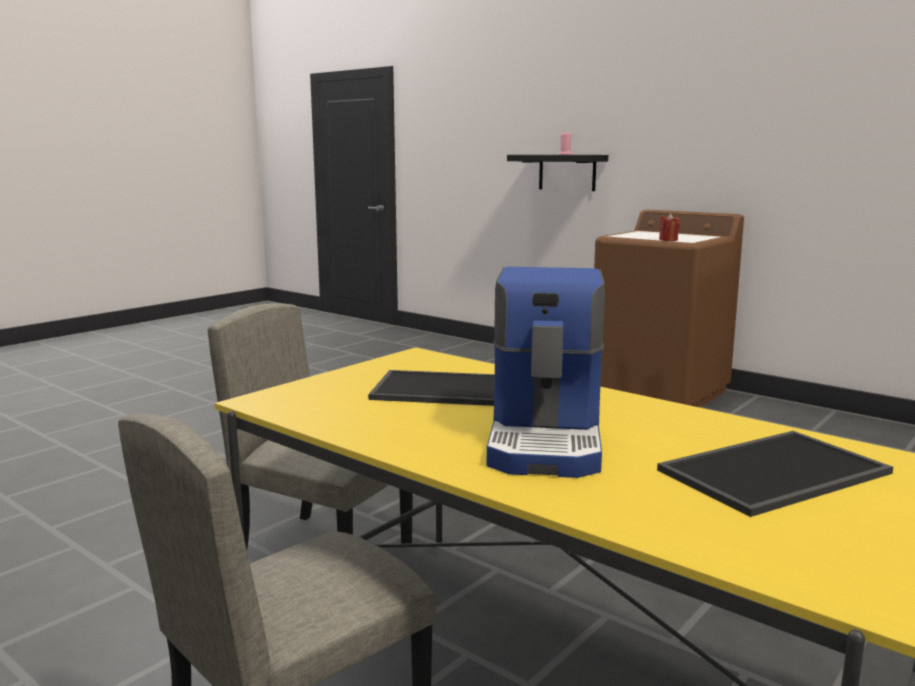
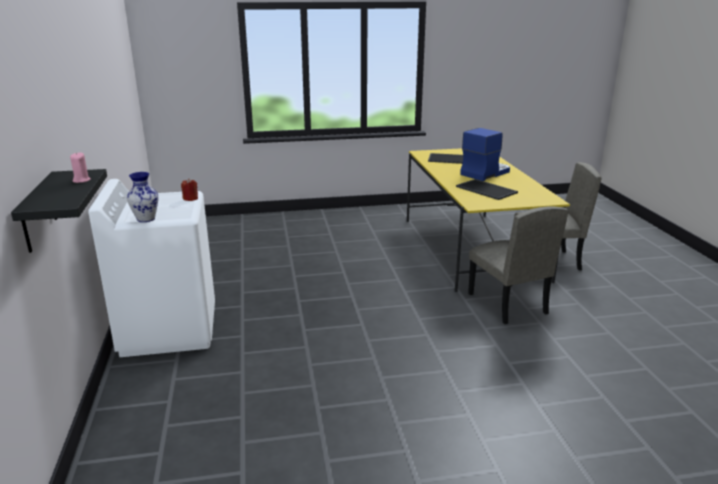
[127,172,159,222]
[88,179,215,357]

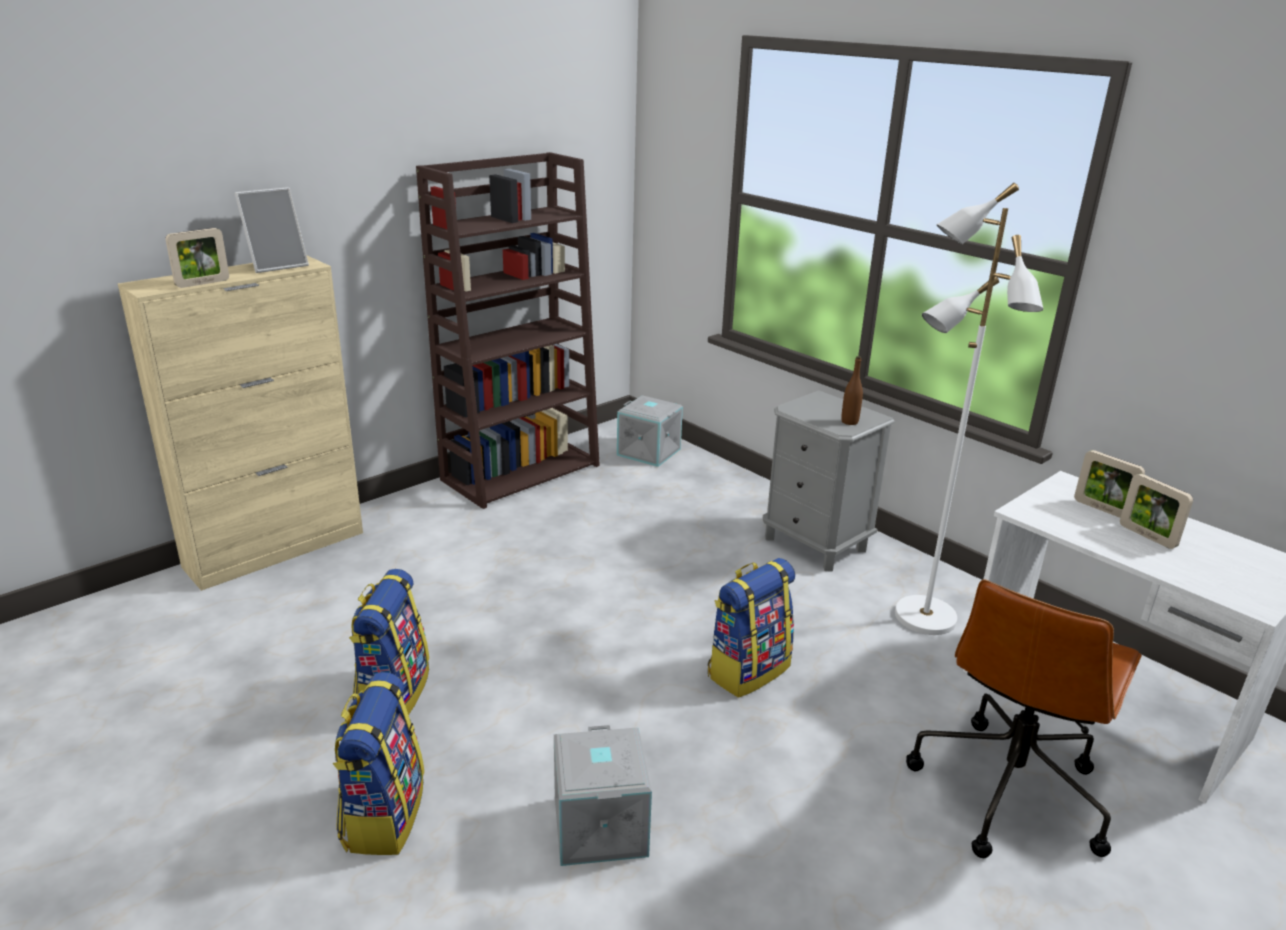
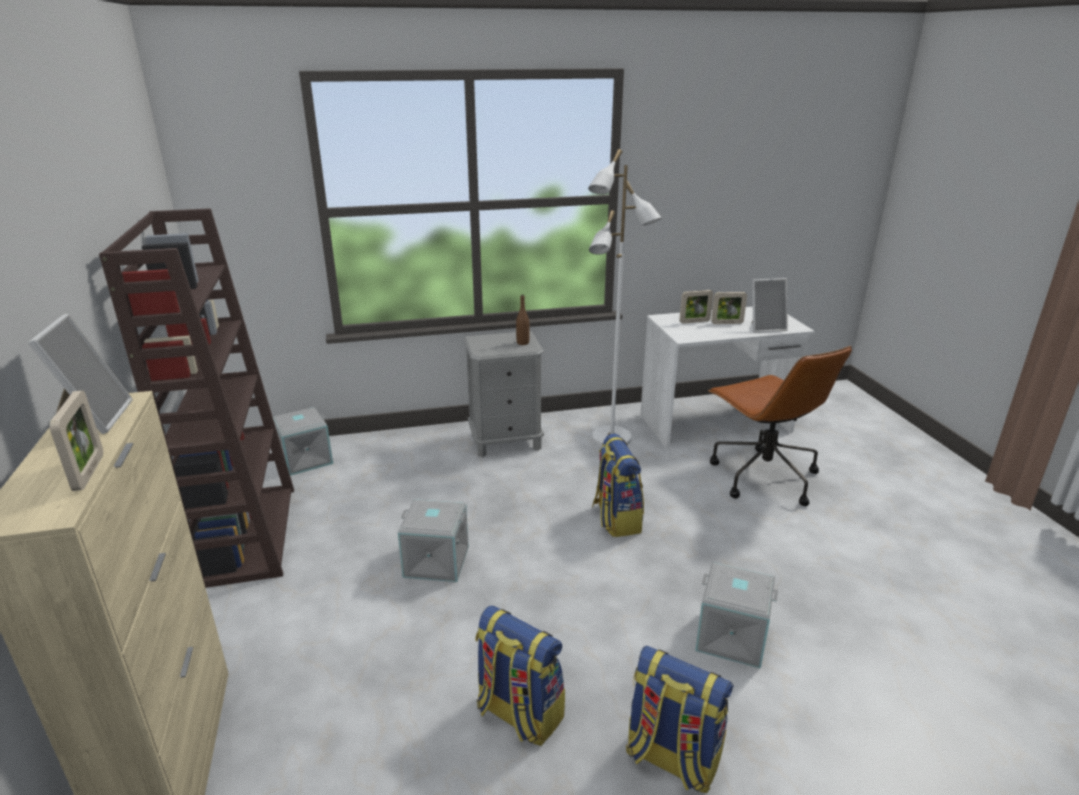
[398,499,469,582]
[752,278,788,333]

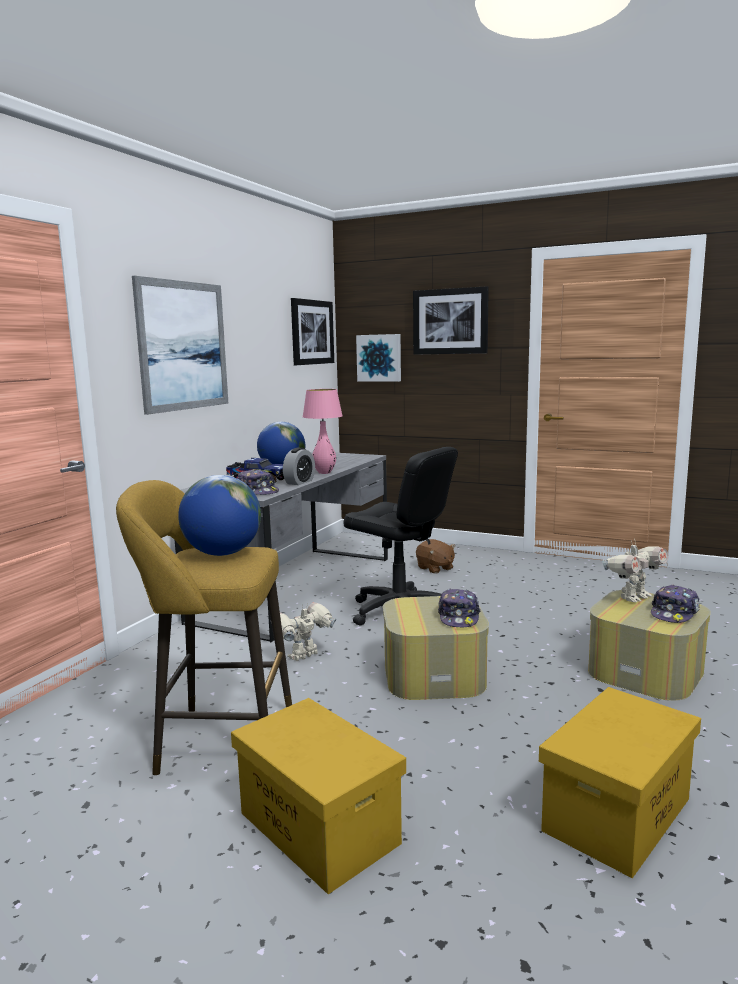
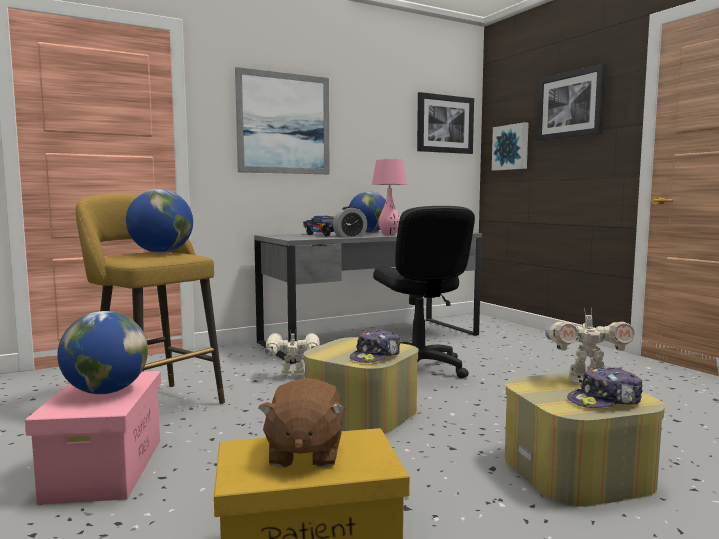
[237,469,279,495] (first image)
[57,311,148,394]
[258,378,345,467]
[25,371,161,505]

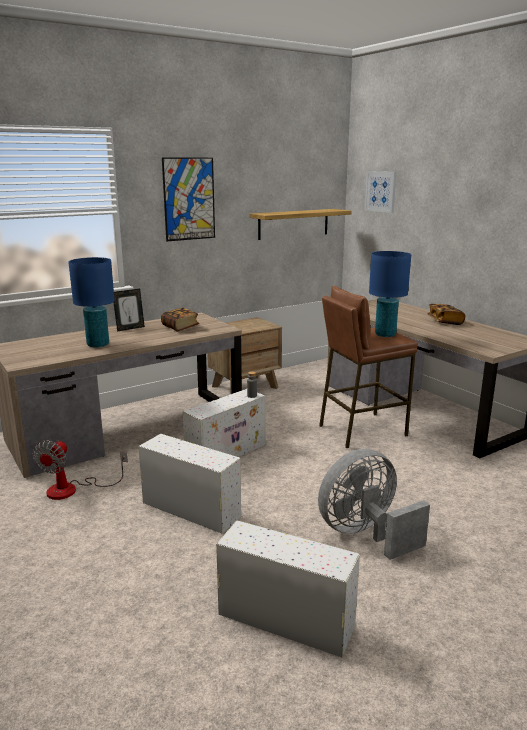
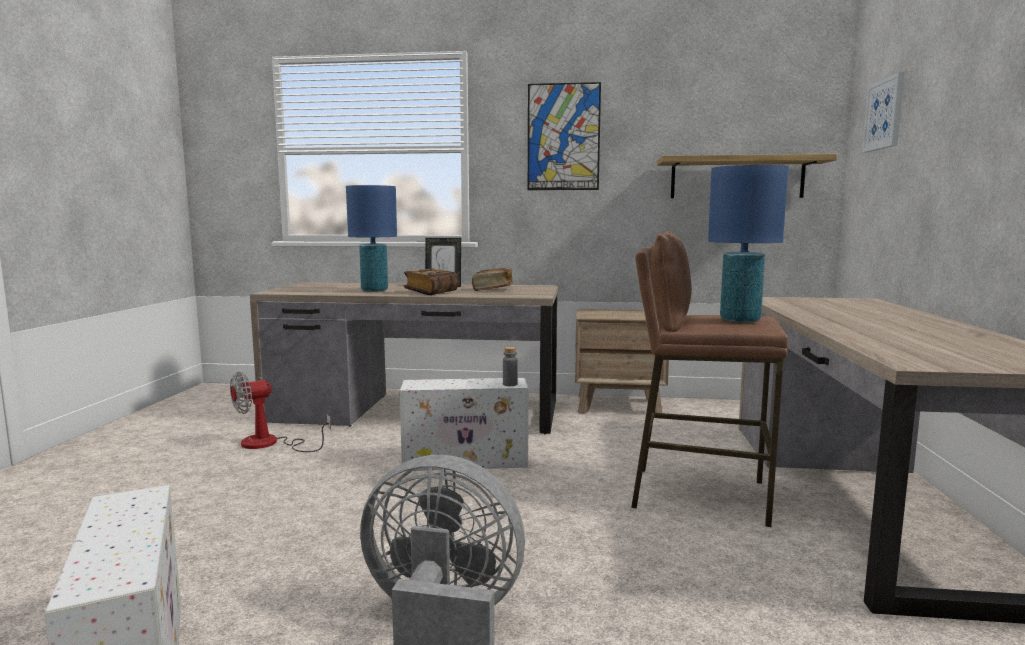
[139,434,241,534] (first image)
[404,268,458,295]

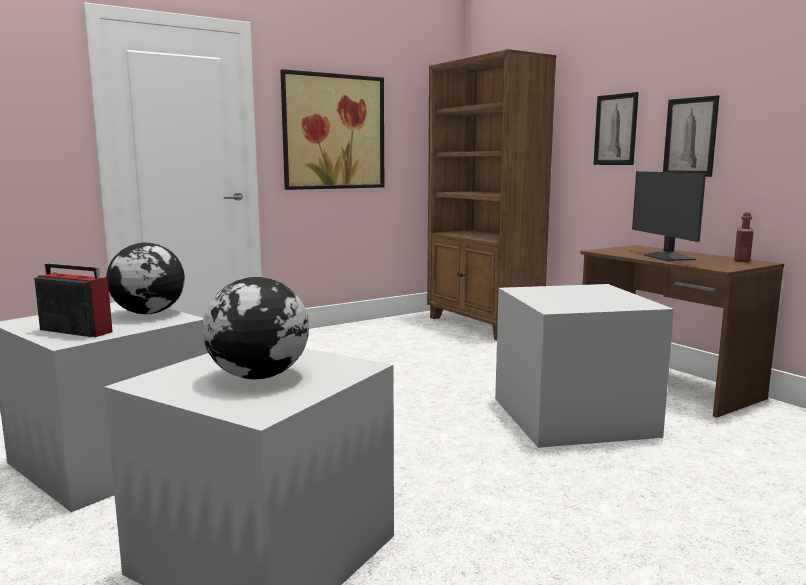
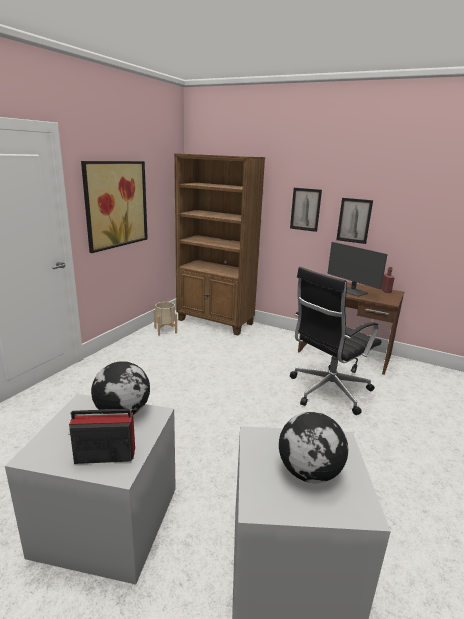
[154,302,177,336]
[290,267,382,415]

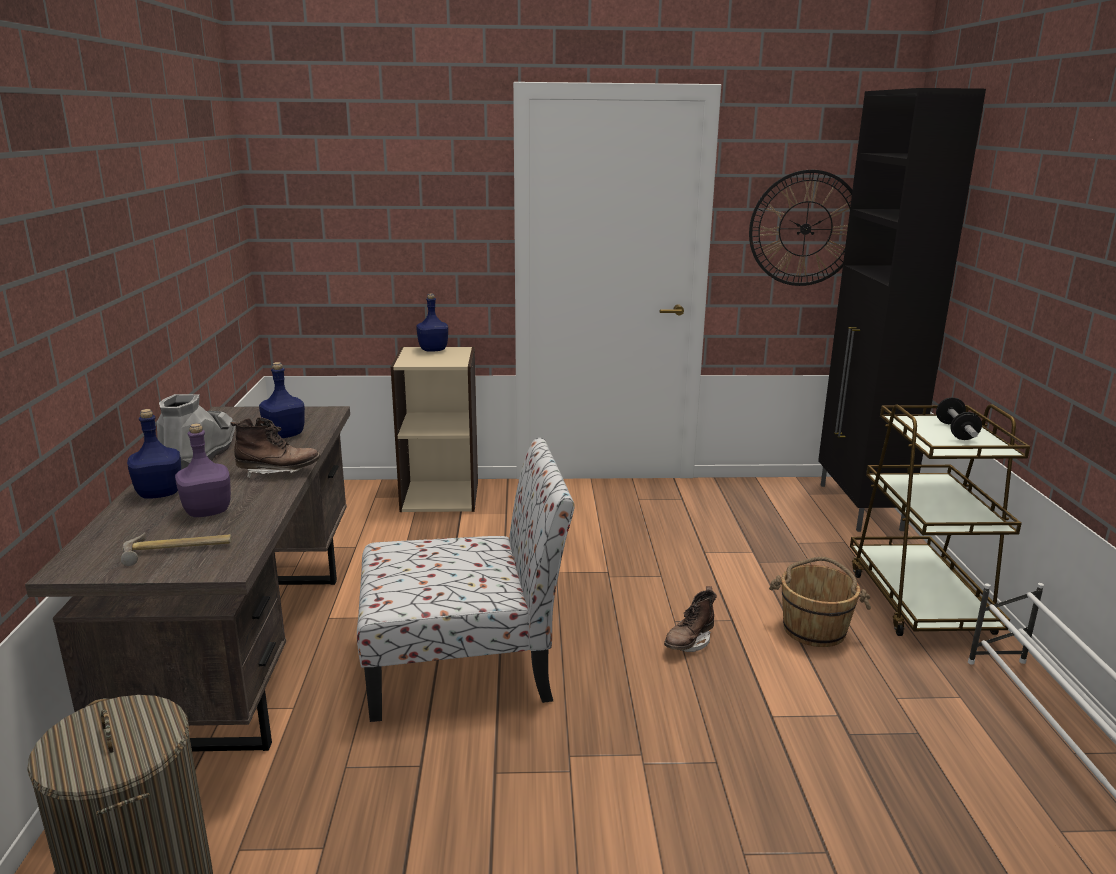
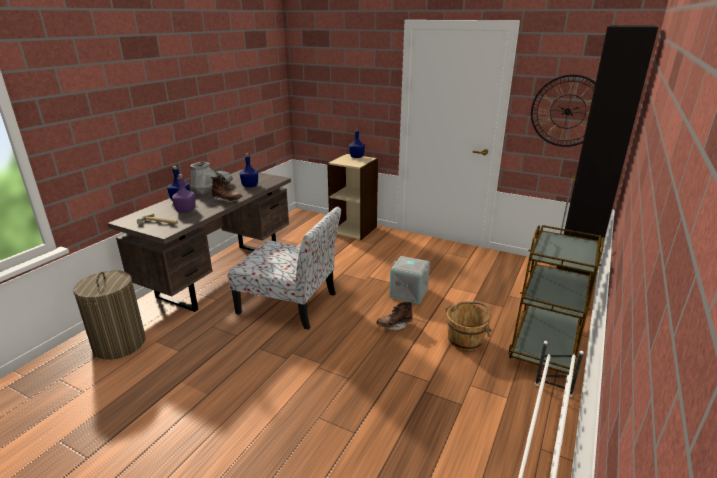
[936,397,982,440] (first image)
[389,256,430,304]

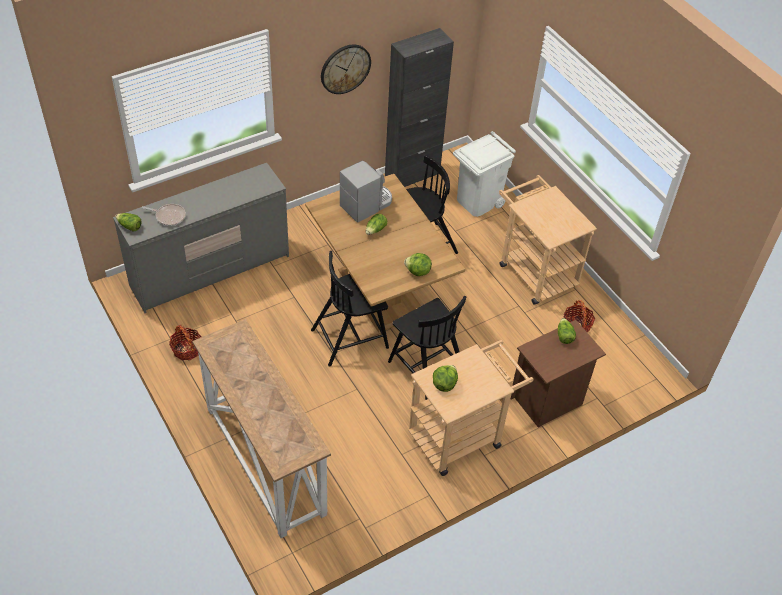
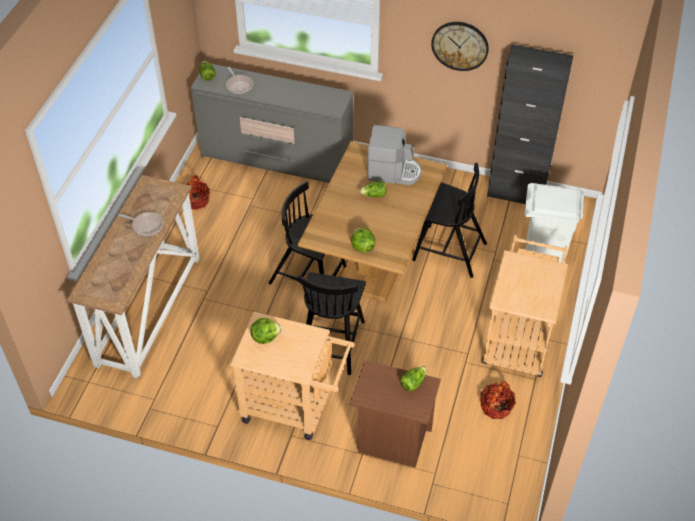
[119,212,163,236]

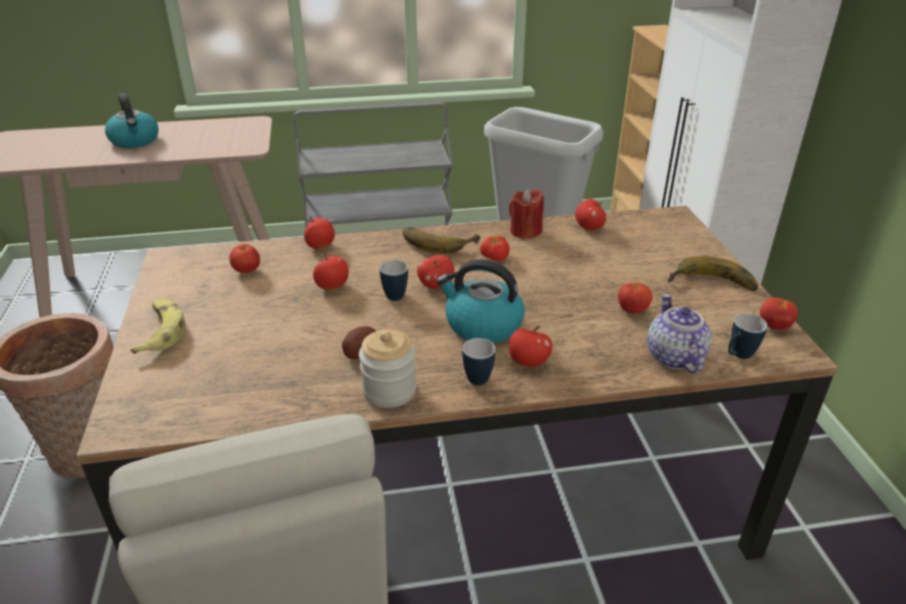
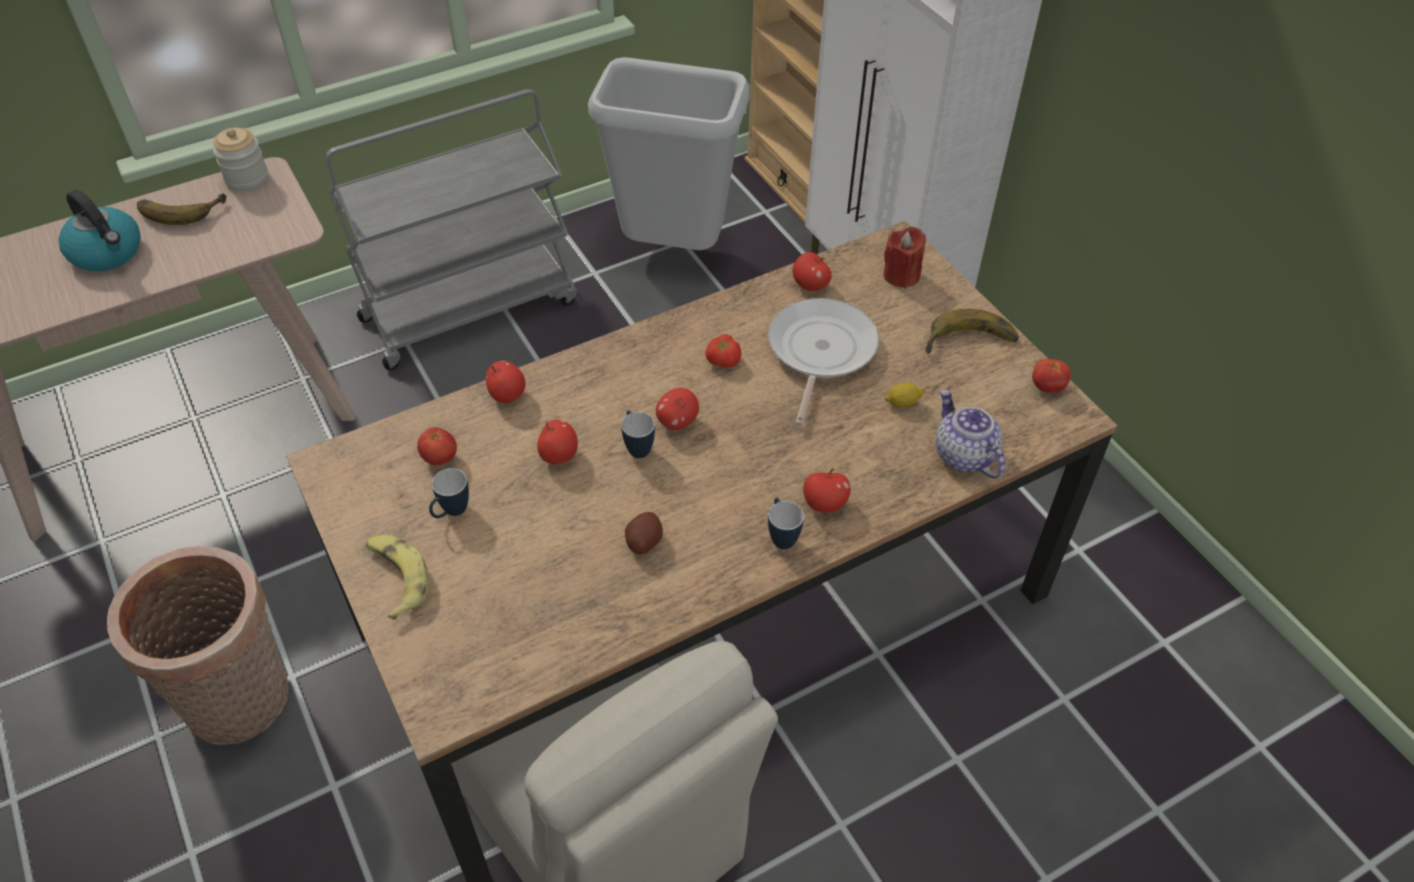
[436,259,525,343] (first image)
[768,298,879,426]
[213,128,268,192]
[137,193,227,225]
[883,227,926,288]
[429,468,469,518]
[885,383,924,407]

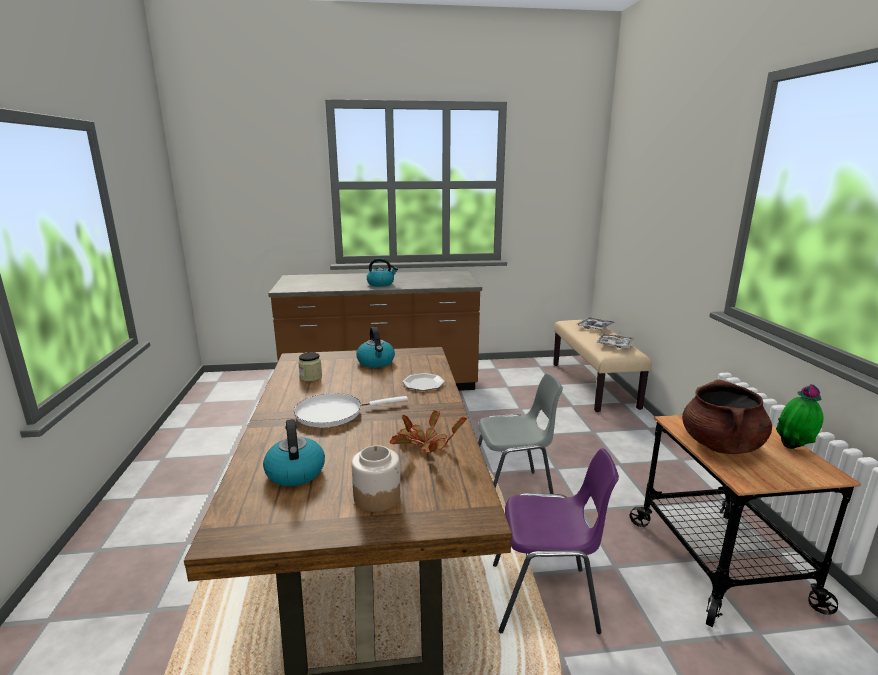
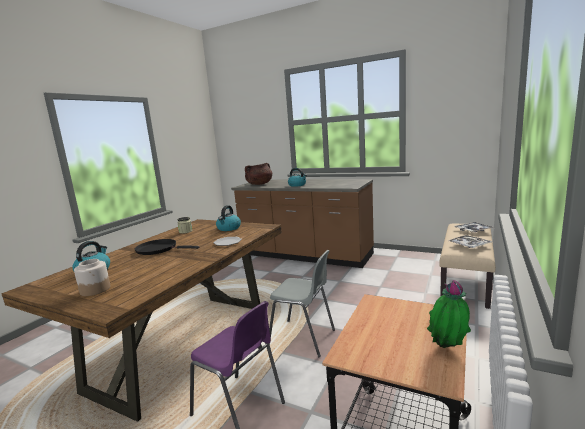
[390,410,467,453] (first image)
[245,163,272,185]
[135,239,199,255]

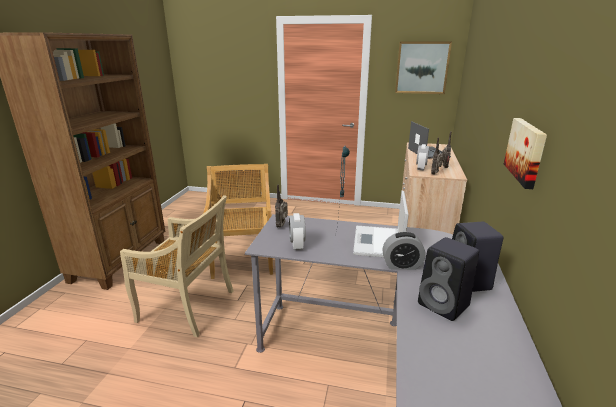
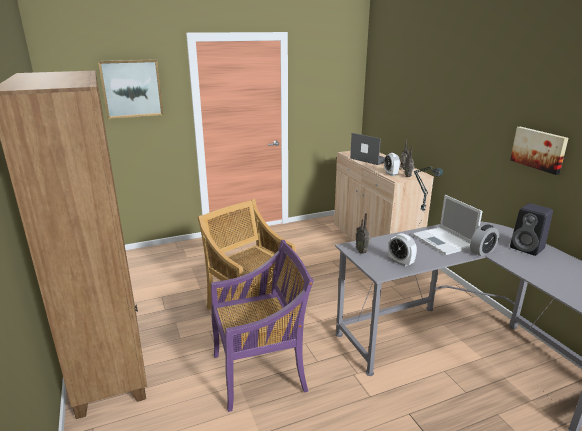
[418,237,479,321] (first image)
[98,59,164,119]
[211,240,314,412]

